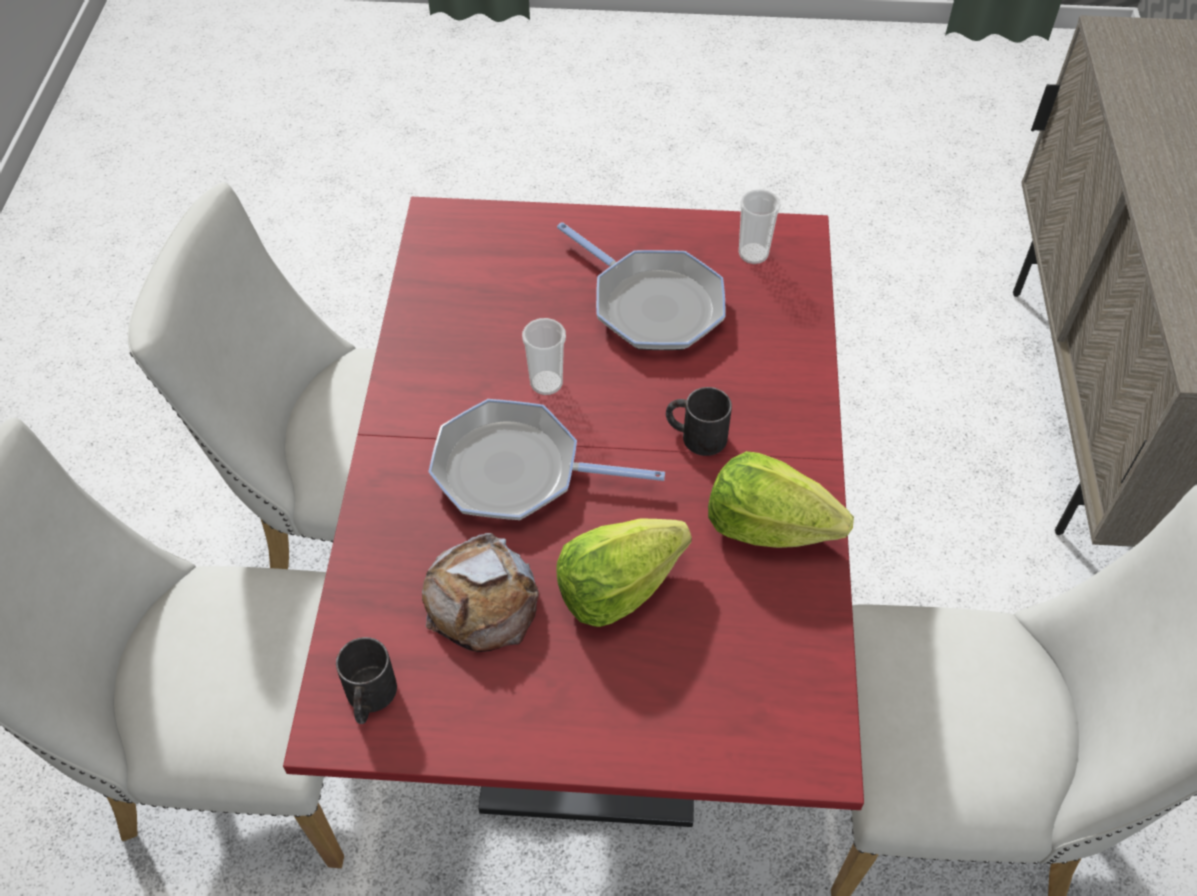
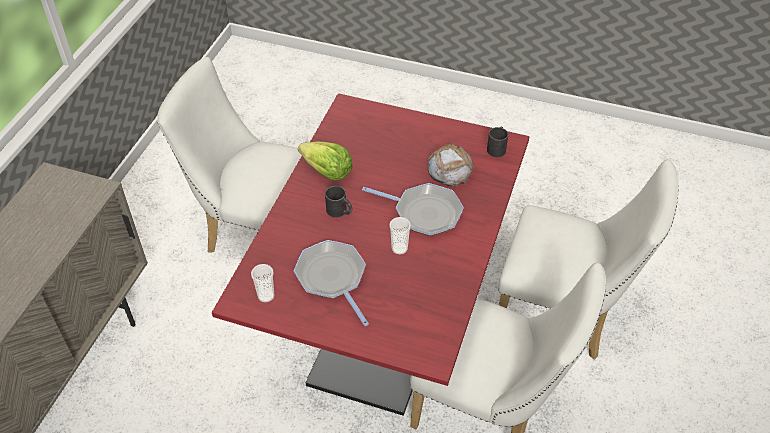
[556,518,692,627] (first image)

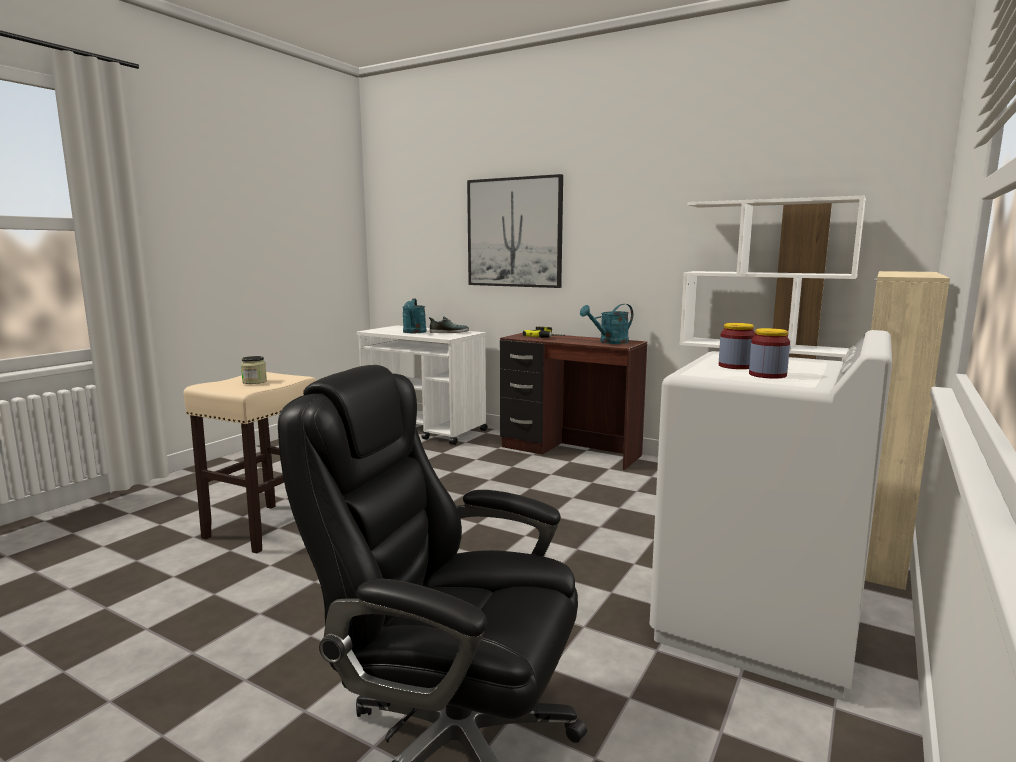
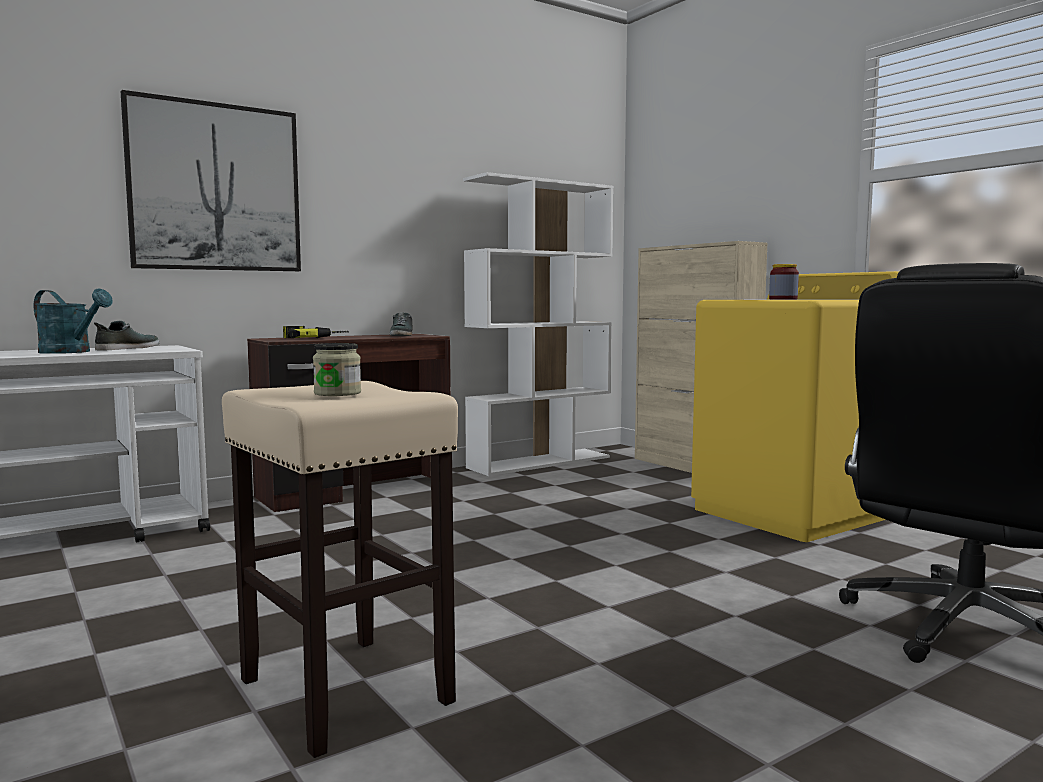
[749,328,790,379] (first image)
[390,312,412,336]
[691,271,899,542]

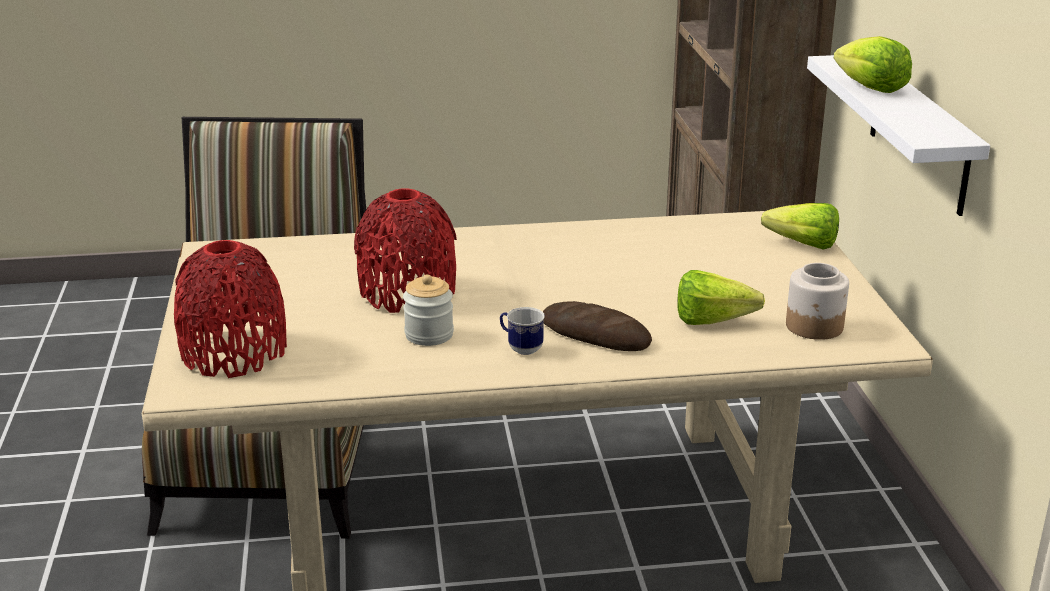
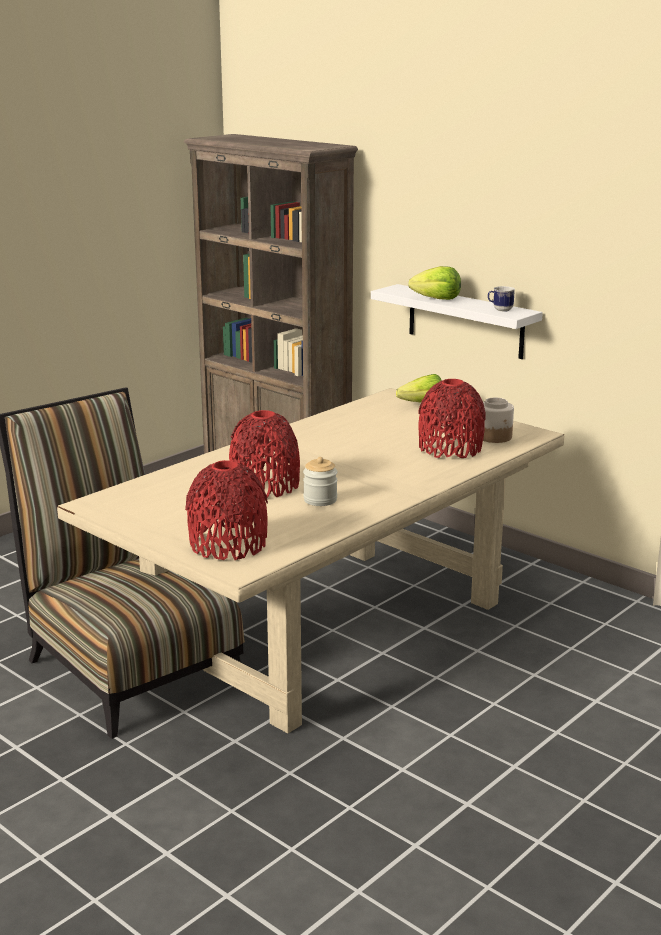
[543,301,652,351] (first image)
[488,286,515,312]
[418,379,486,458]

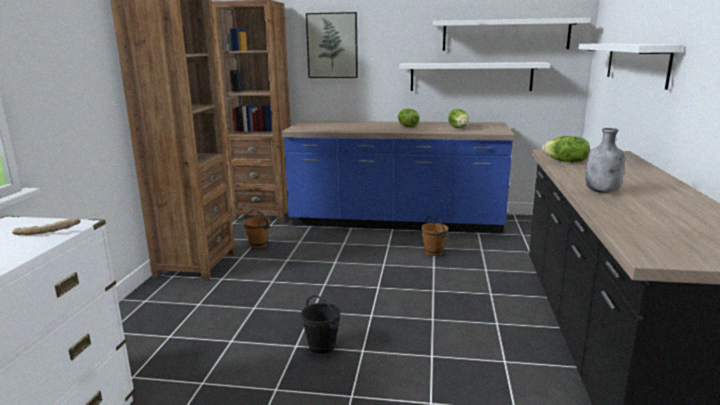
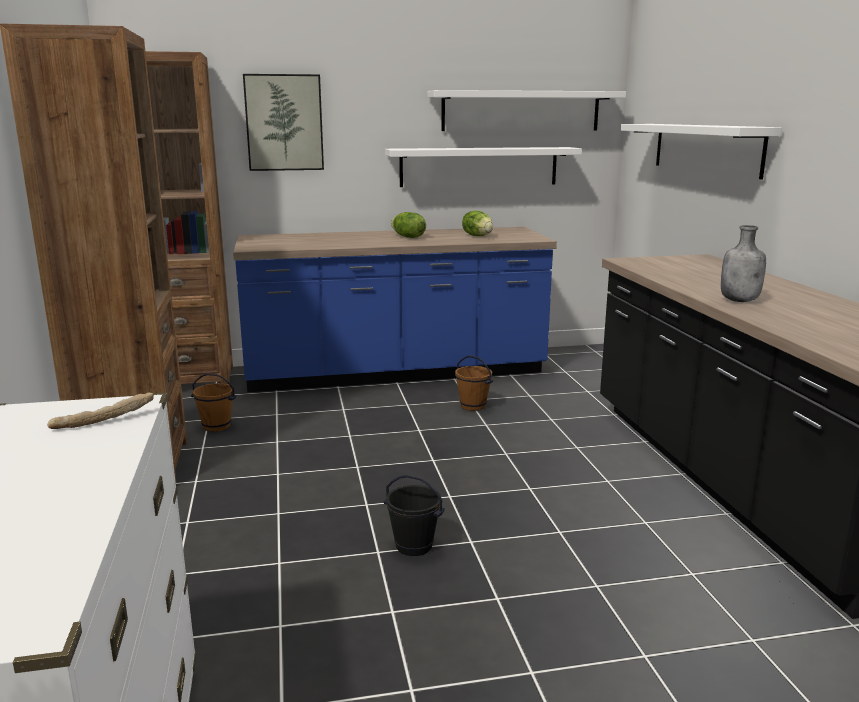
[542,136,590,162] (first image)

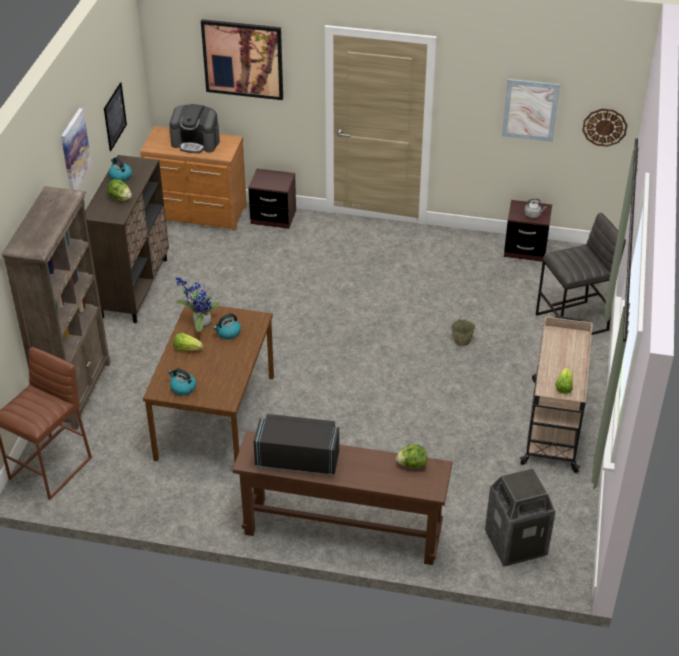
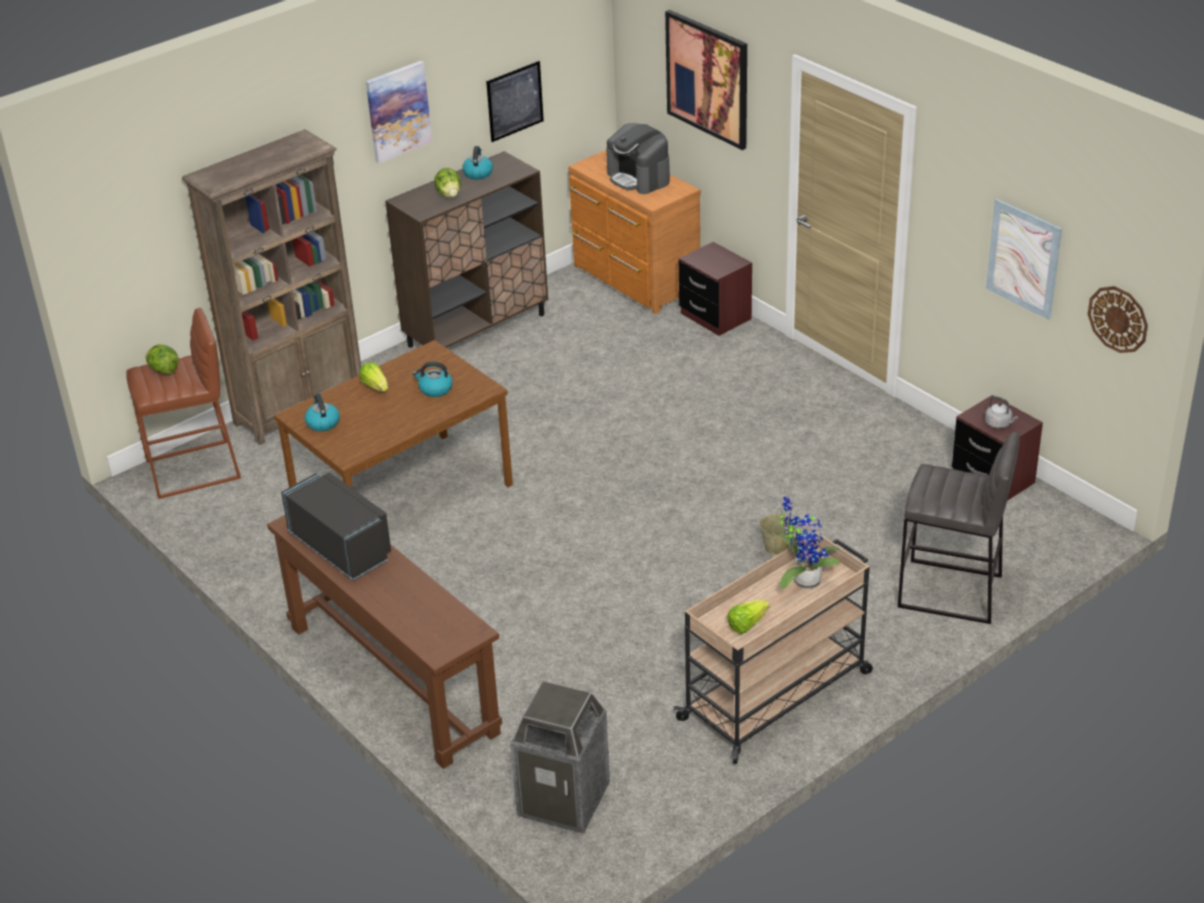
[779,496,840,589]
[145,344,178,375]

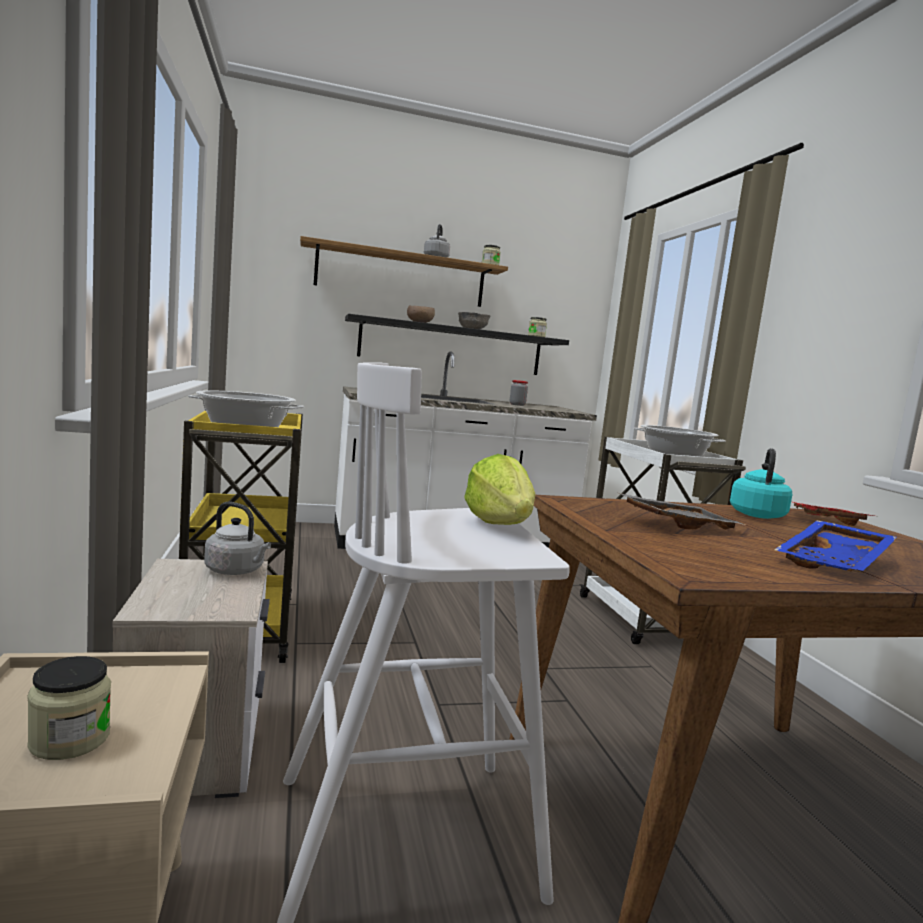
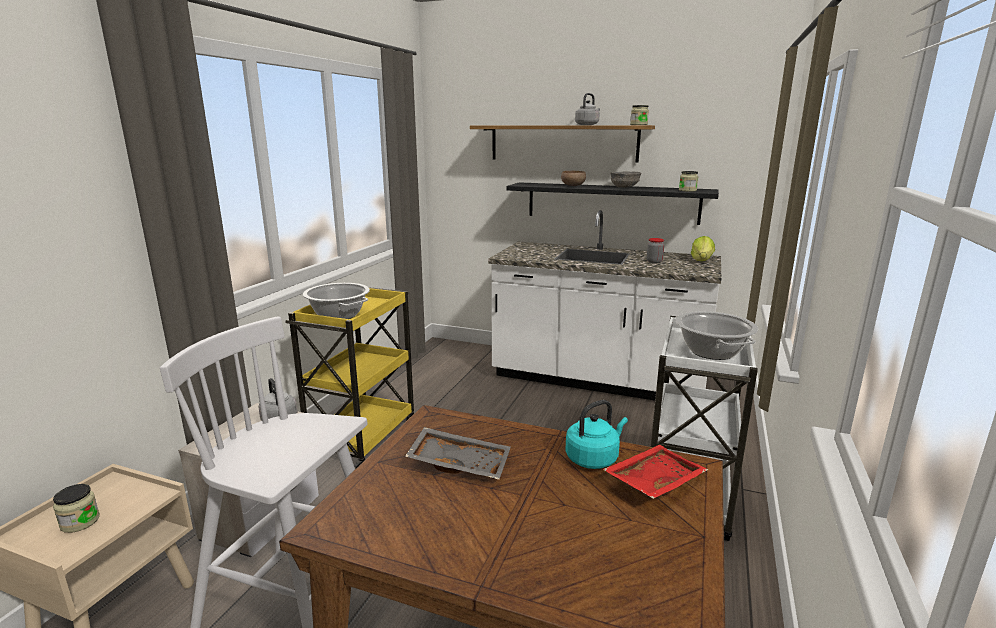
[775,520,897,571] (first image)
[691,236,715,261]

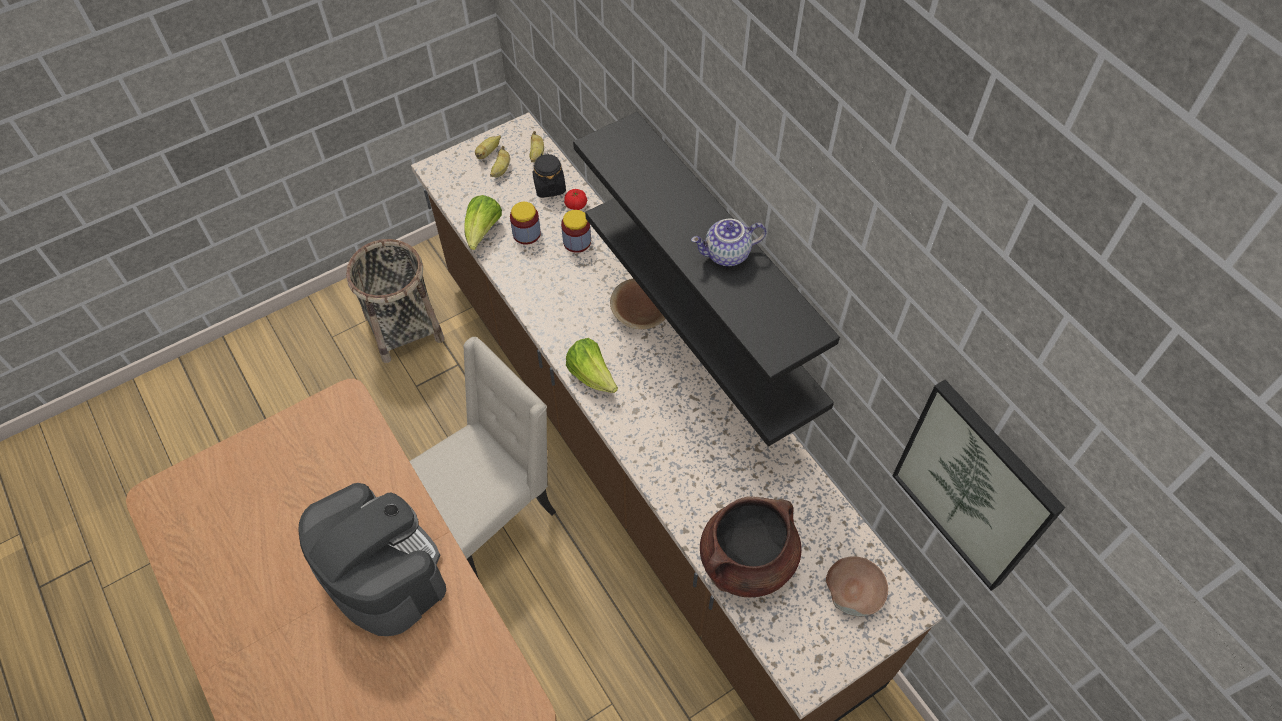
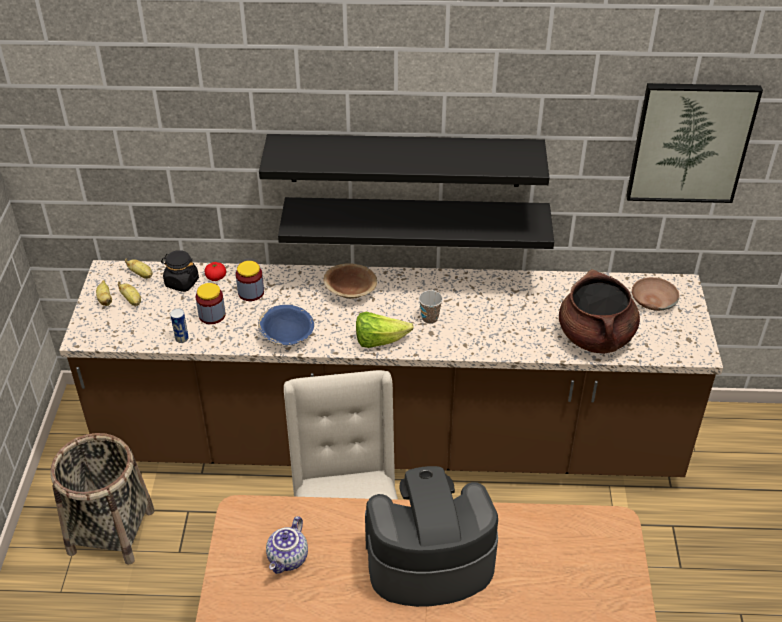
[258,305,314,345]
[419,290,443,324]
[266,516,308,574]
[170,309,189,343]

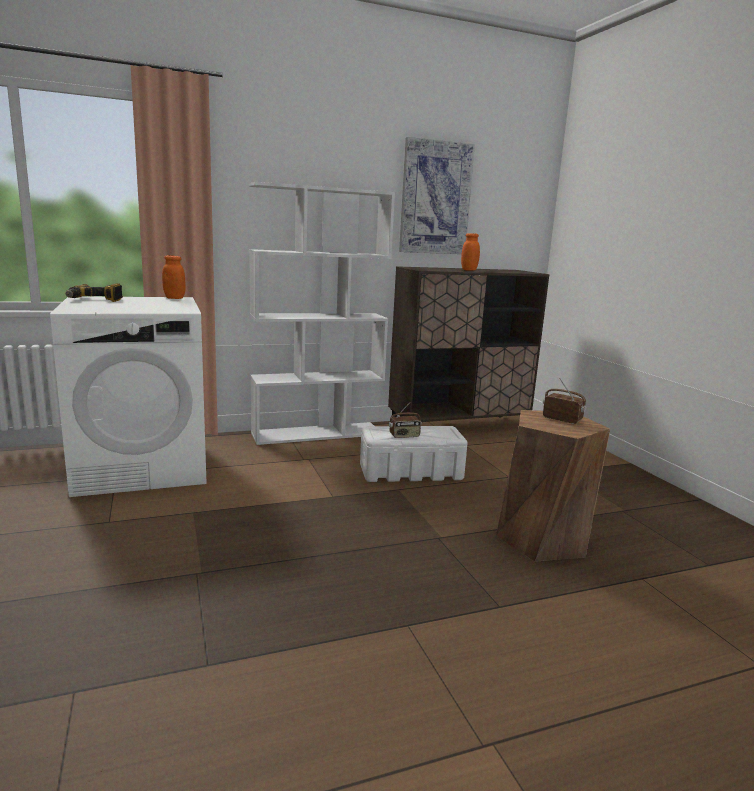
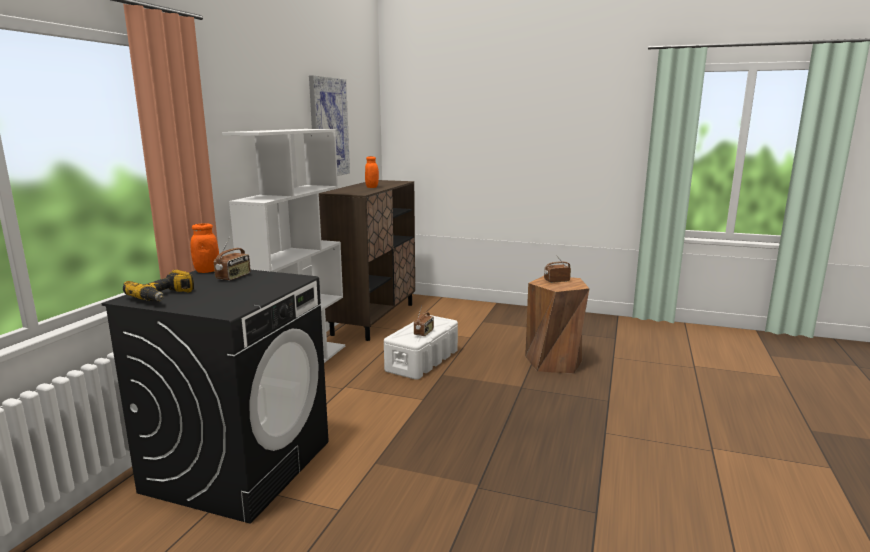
[214,237,250,281]
[101,270,329,524]

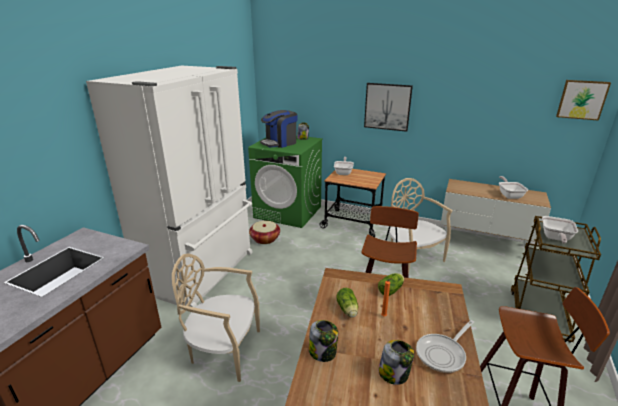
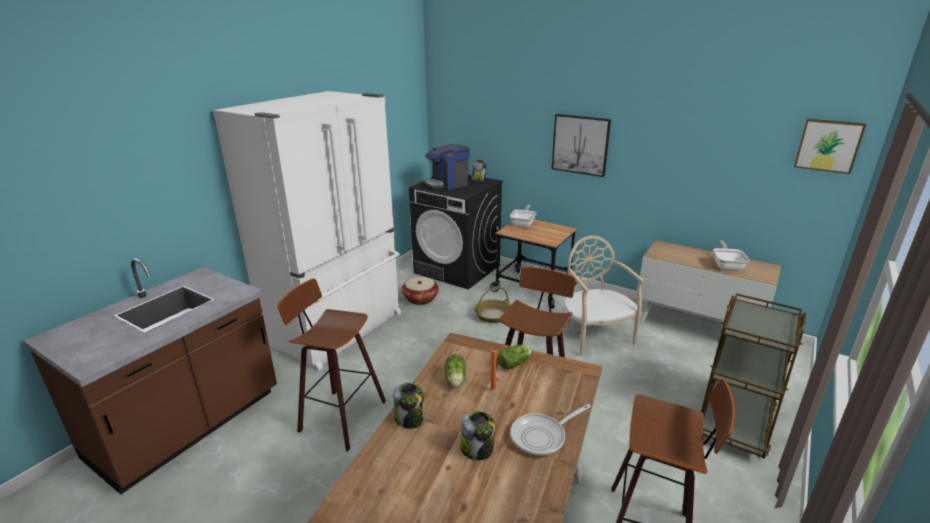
[542,216,578,244] (first image)
[474,286,511,323]
[277,279,386,452]
[409,175,503,289]

